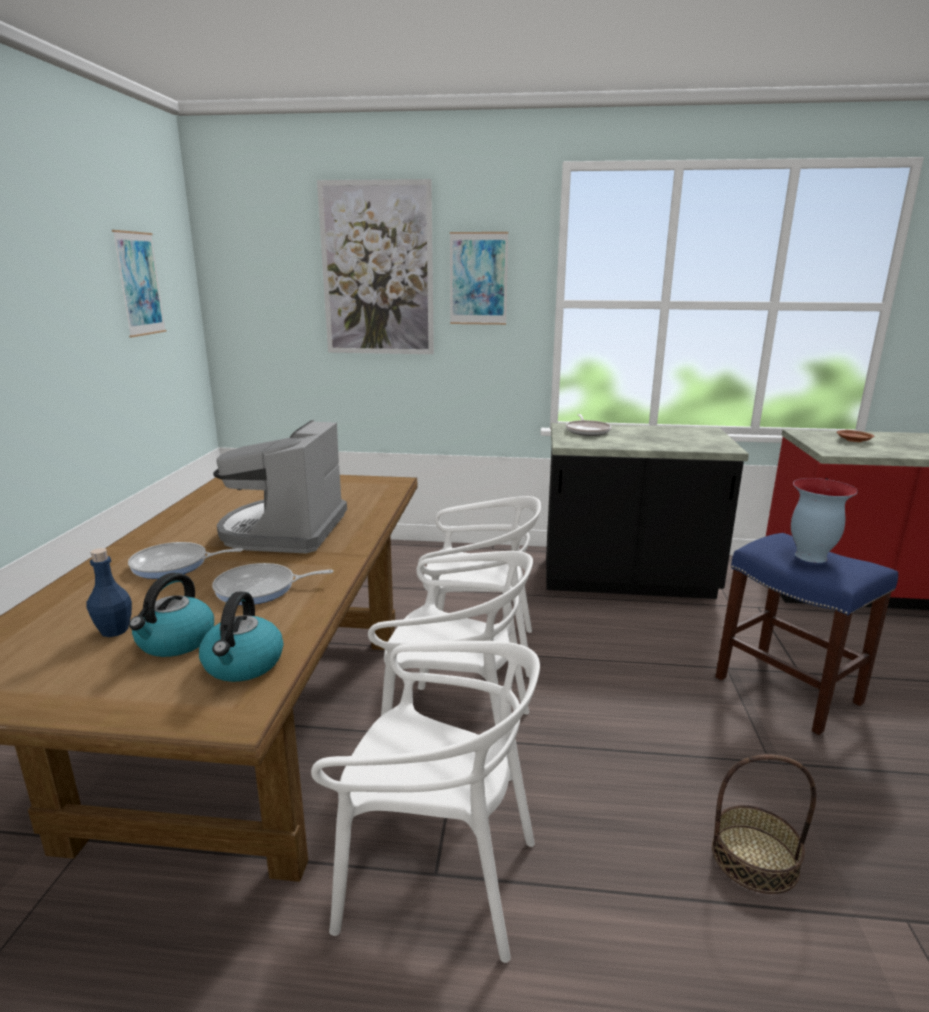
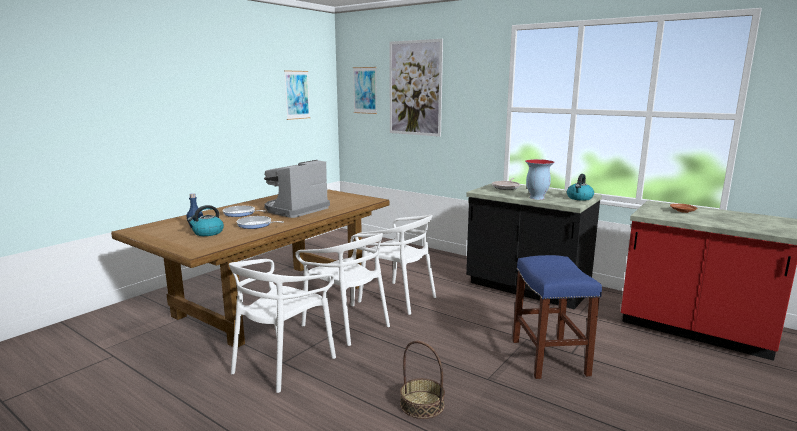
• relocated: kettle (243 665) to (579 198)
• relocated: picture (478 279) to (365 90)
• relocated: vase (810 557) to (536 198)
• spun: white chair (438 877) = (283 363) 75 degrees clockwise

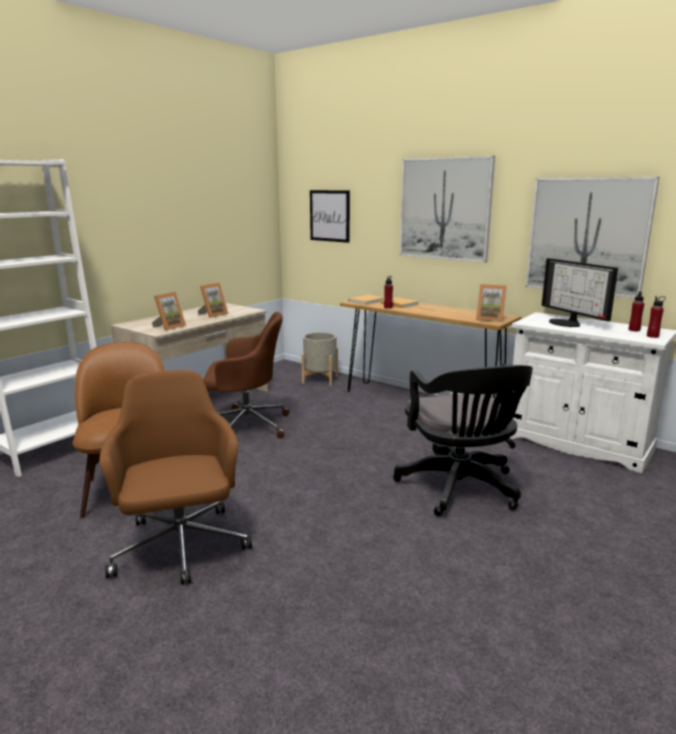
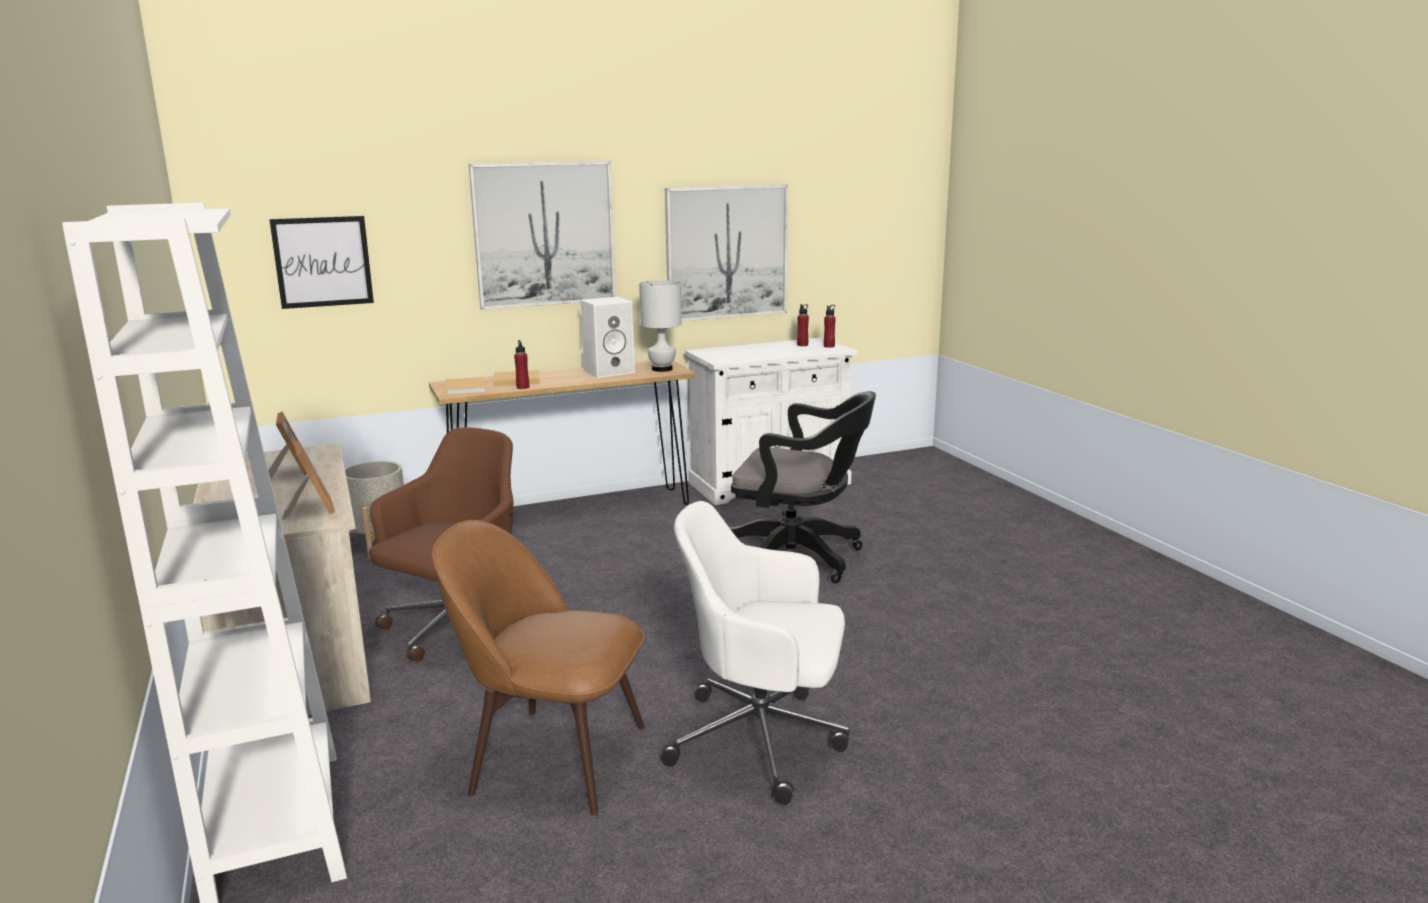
• missing: monitor (567 323)
• appeared: white speaker (609 371)
• exchanged: picture frame (490 319) to white table lamp (662 369)
• colour: brown office chair (181 548) to white office chair (762 740)

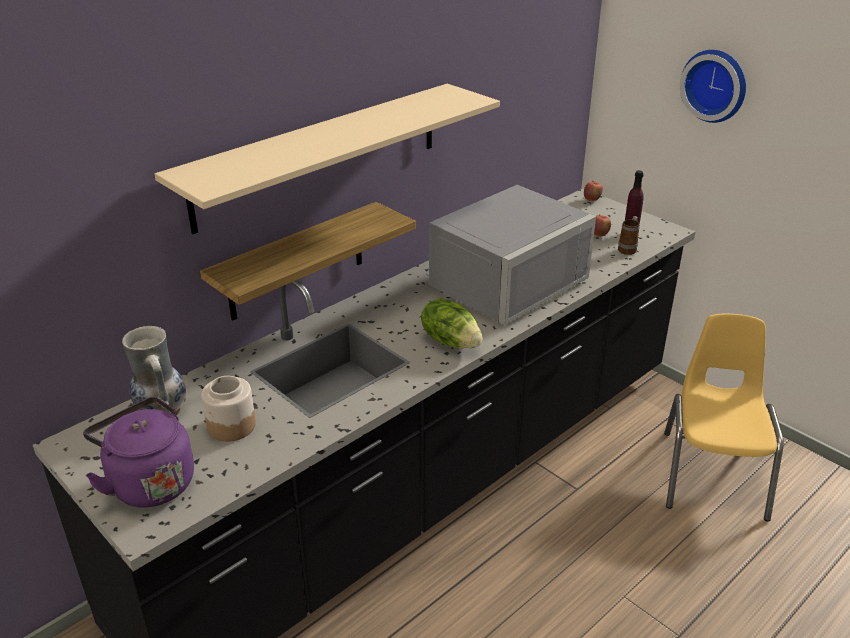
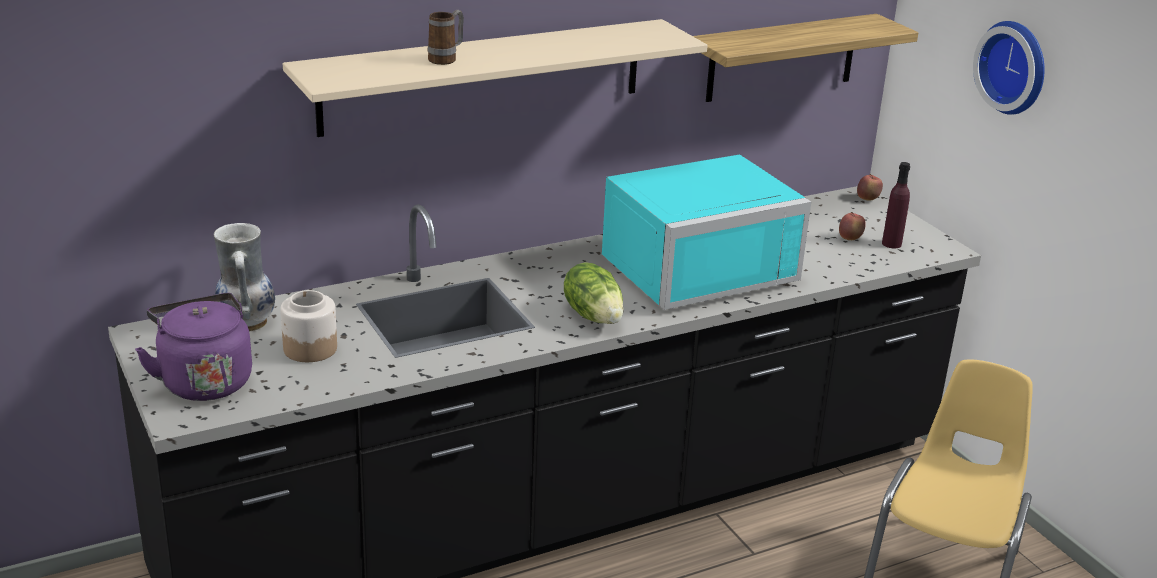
• relocated: shelf (296 262) to (782 57)
• relocated: mug (628 249) to (446 59)
• colour: grey microwave (501 280) to turquoise microwave (693 266)

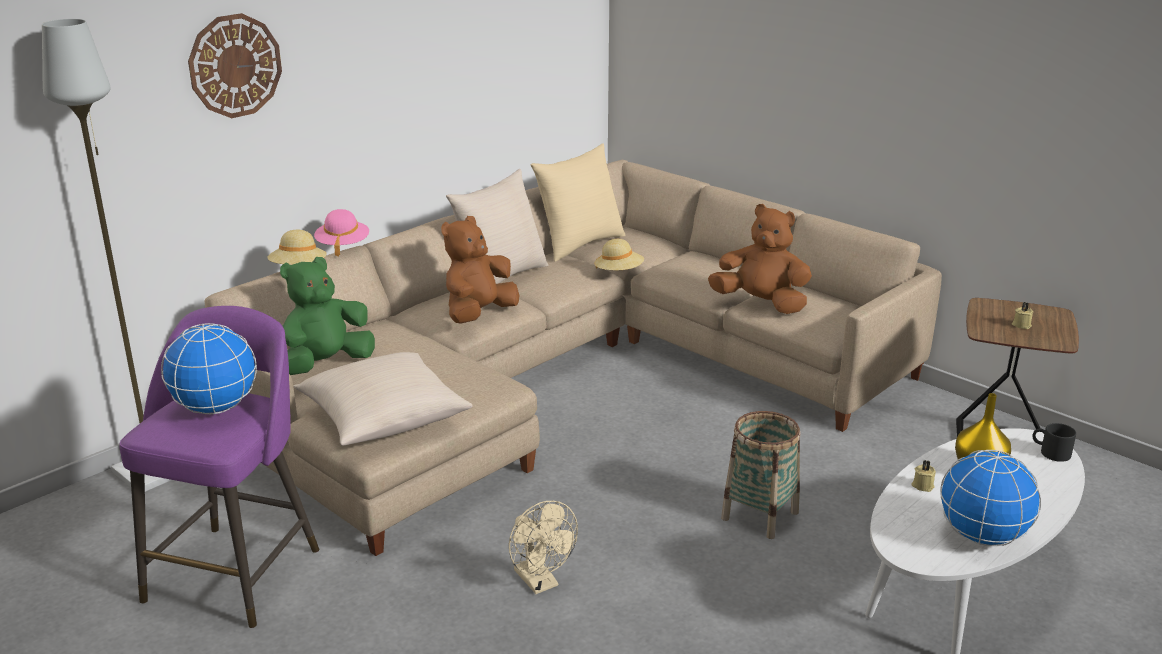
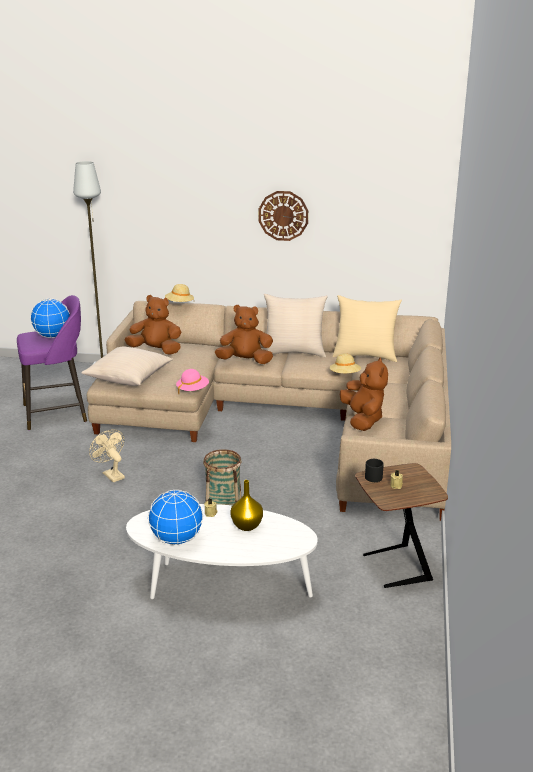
• relocated: wall clock (235 66) to (283 215)
• relocated: pink hat (342 246) to (192 390)
• relocated: black mug (1050 452) to (372 476)
• colour: green plush toy (326 364) to brown plush toy (156 350)
• spun: beige fan (540 583) = (111 474) 120 degrees clockwise

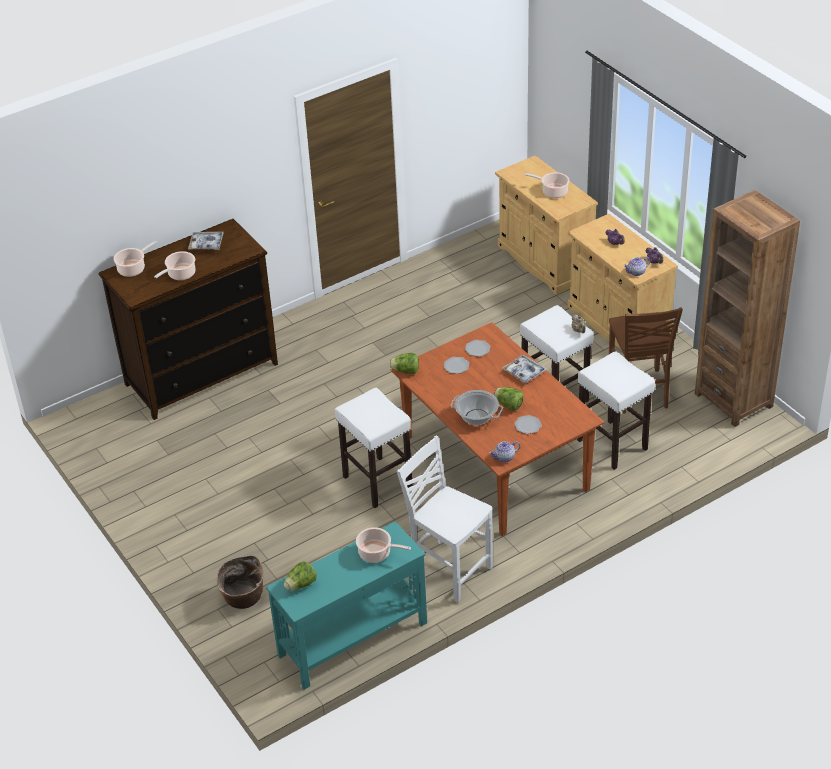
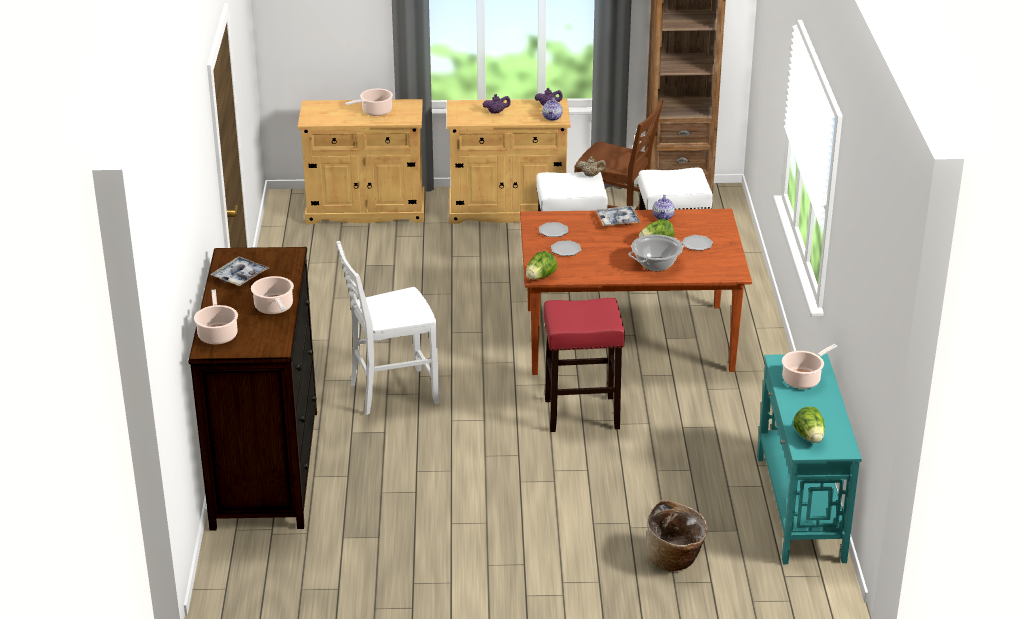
• relocated: white chair (448 569) to (391 393)
• relocated: teapot (504 458) to (663 217)
• colour: white stool (376 481) to red stool (580 414)

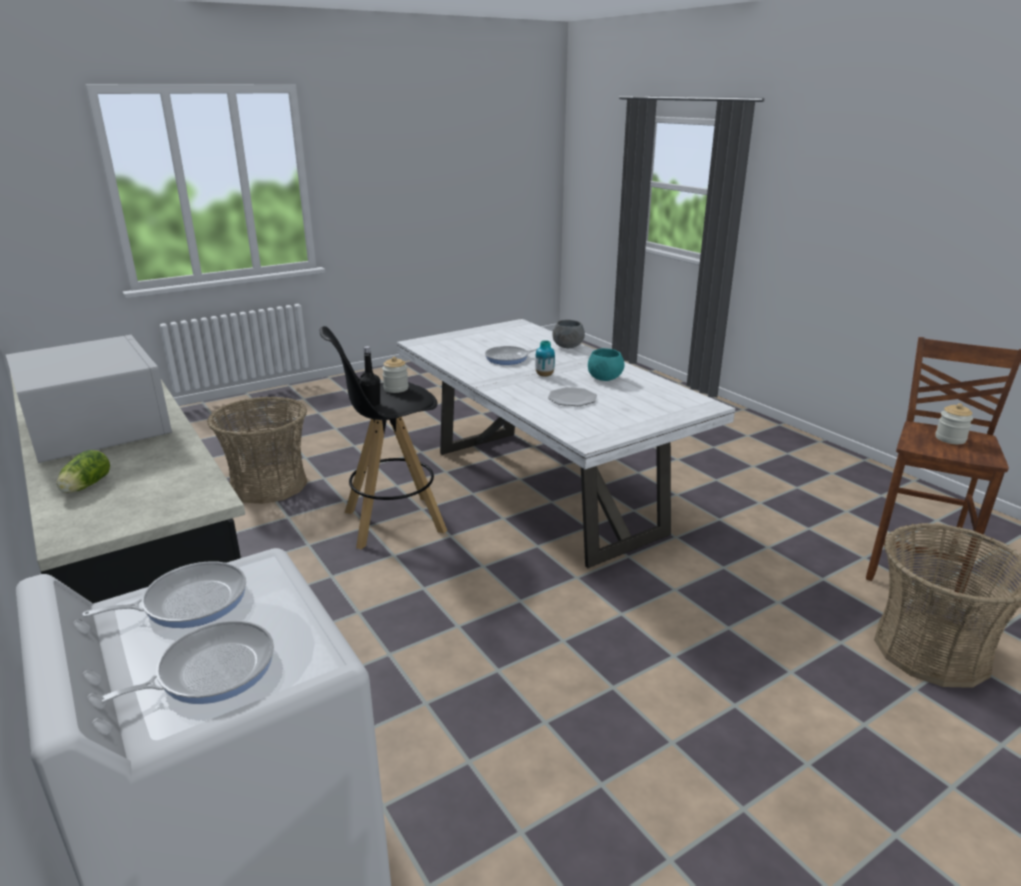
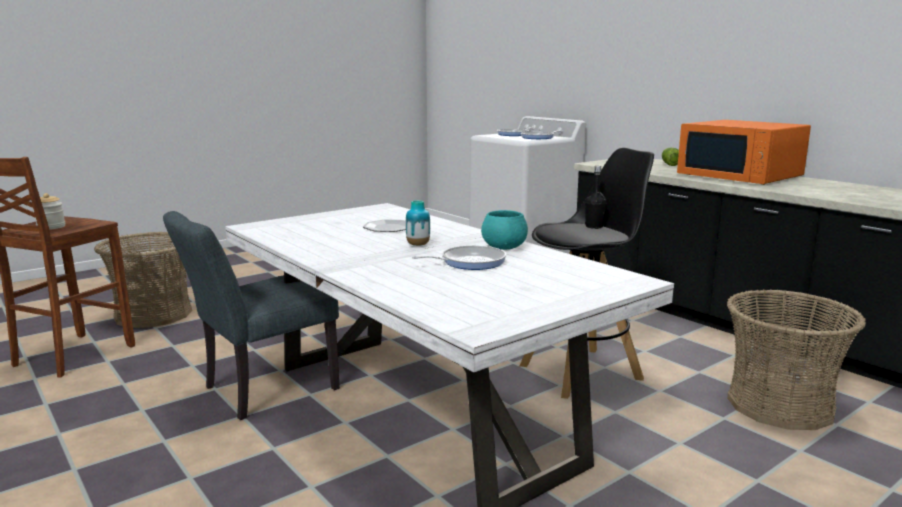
• missing: jar (396 388)
• missing: grey bowl (567 346)
• appeared: grey chair (261 390)
• relocated: turquoise bowl (604 378) to (504 248)
• colour: white microwave (97 427) to orange microwave (740 176)

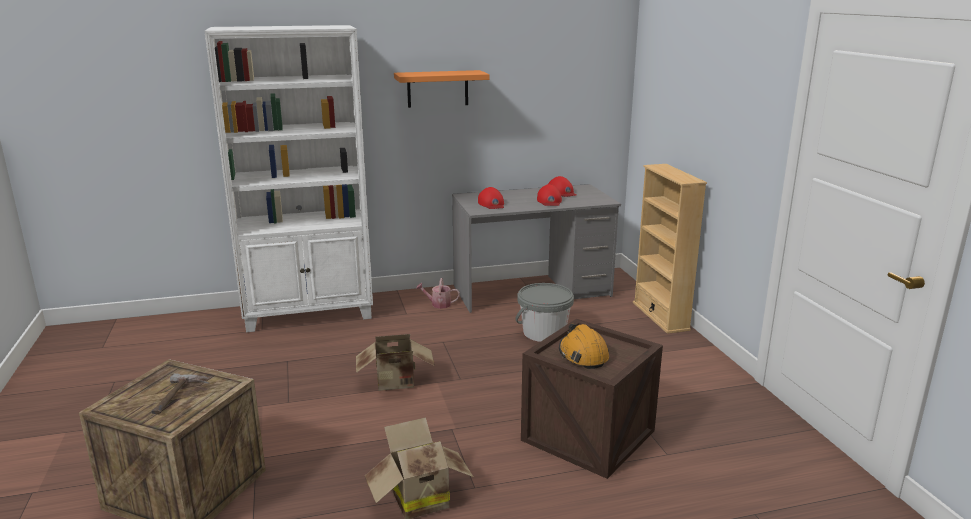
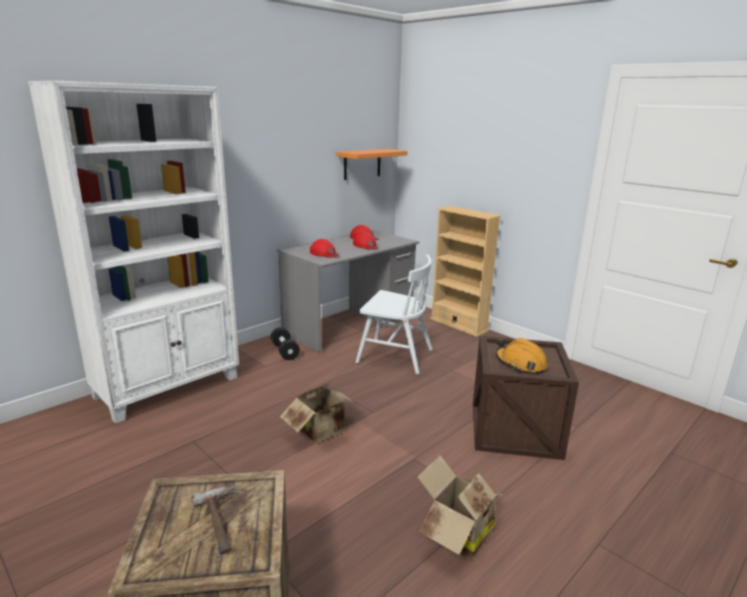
• relocated: orange shelf (437 88) to (362 164)
• exchanged: watering can (438 304) to black dumbbell (285 351)
• exchanged: grey bucket (544 332) to white chair (394 356)

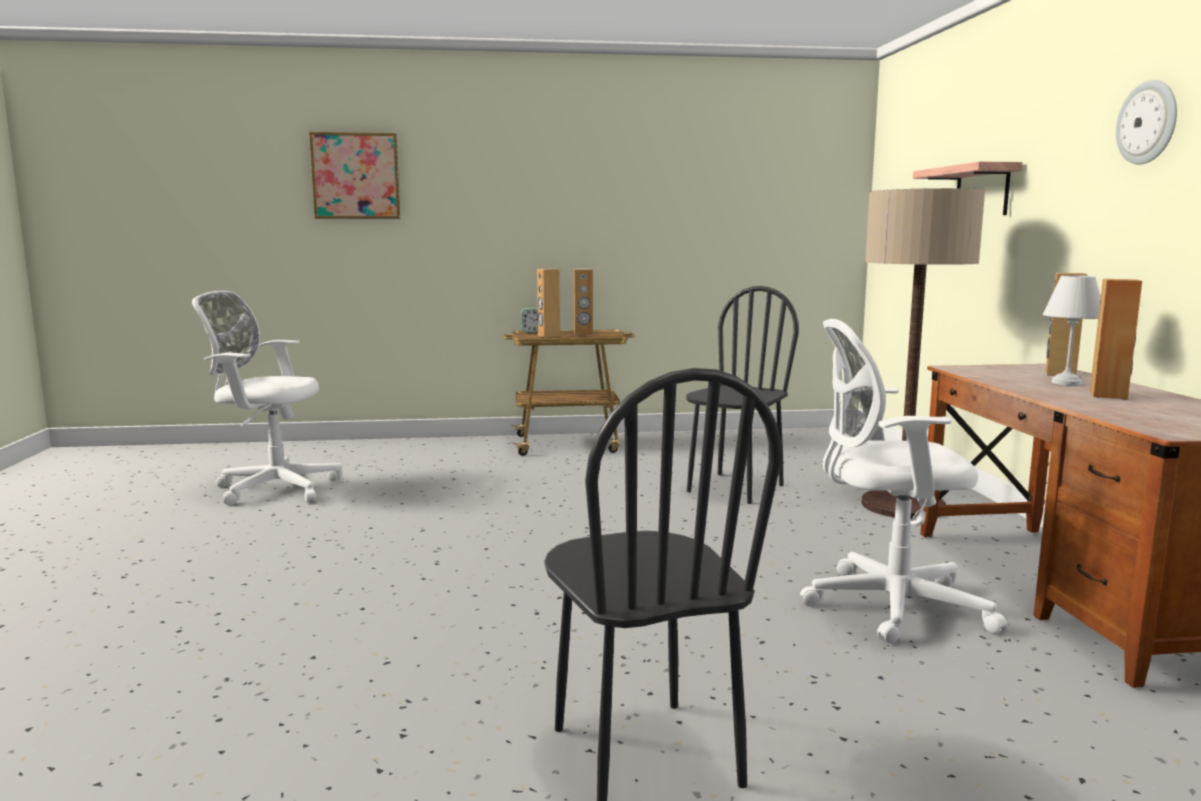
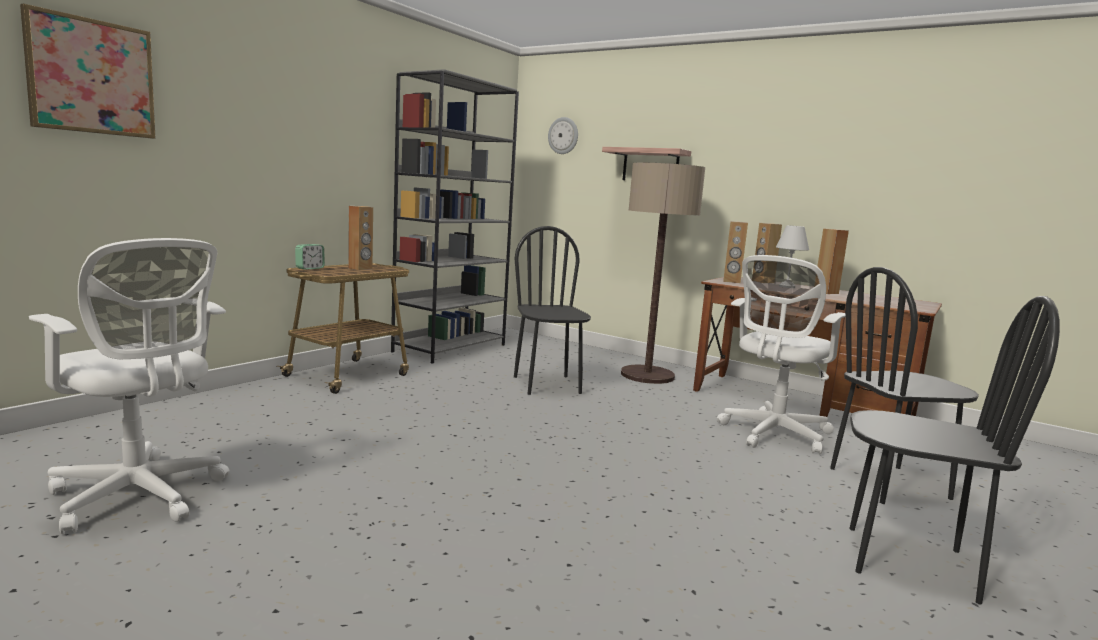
• appeared: grey bookcase (450 348)
• appeared: black chair (889 483)
• relocated: brown speaker (548 336) to (731 281)
• relocated: wall clock (1148 122) to (563 135)
• spun: white office chair (273 488) = (140 496) 105 degrees counterclockwise

